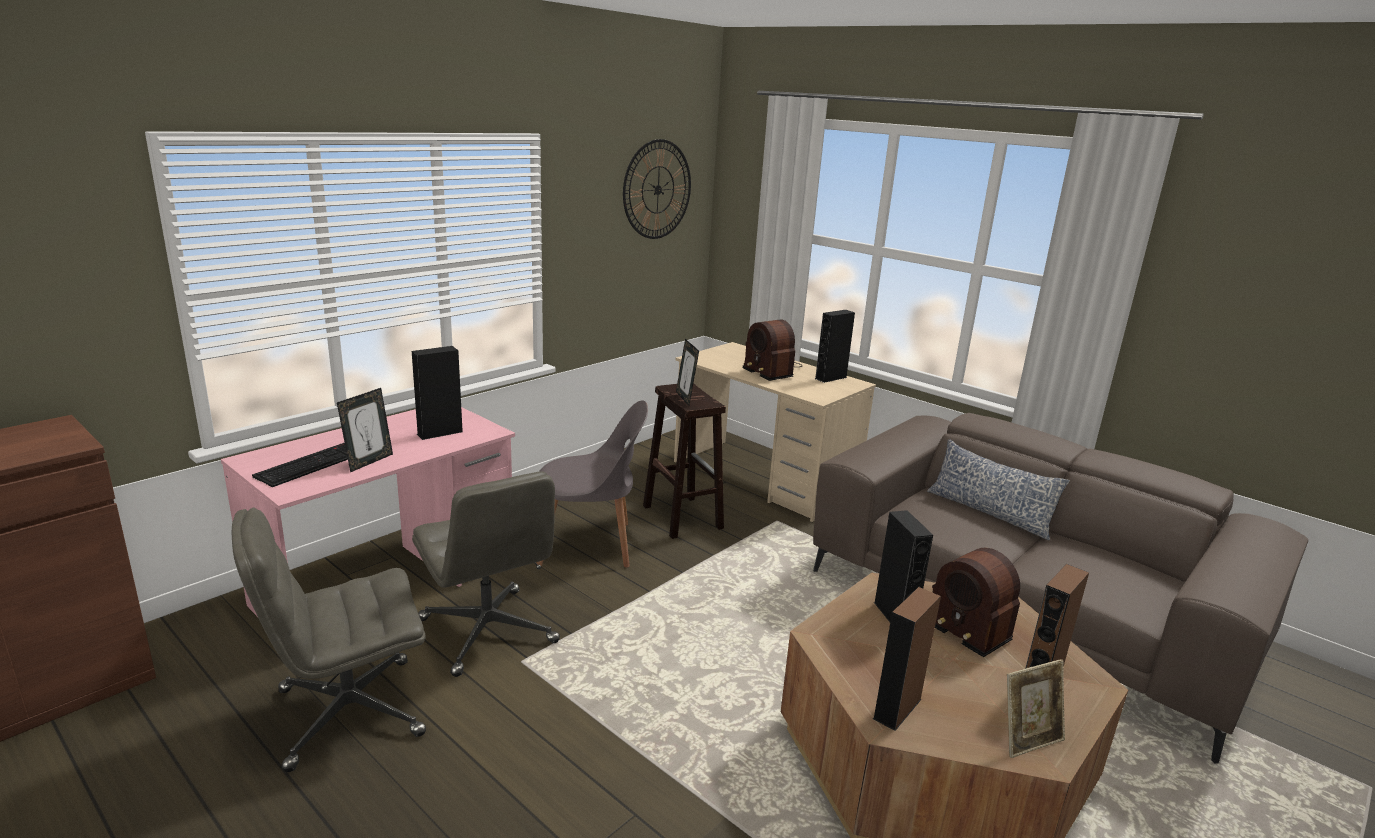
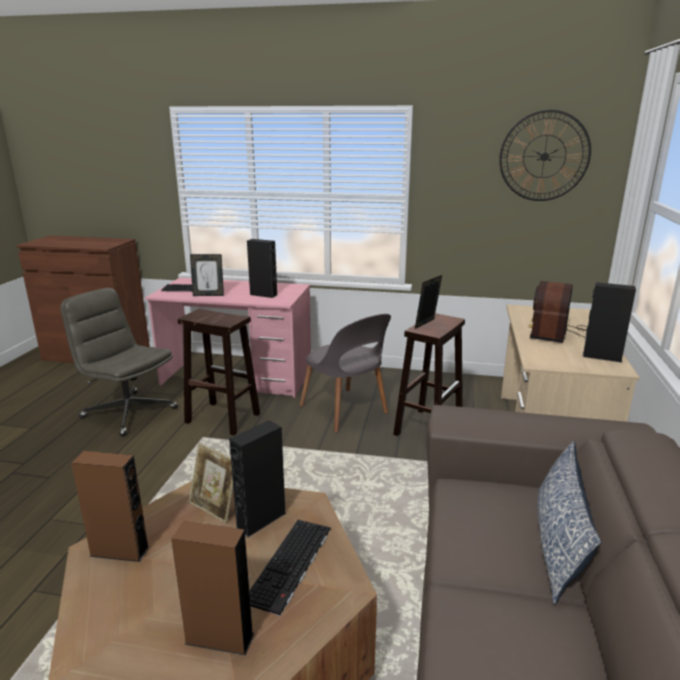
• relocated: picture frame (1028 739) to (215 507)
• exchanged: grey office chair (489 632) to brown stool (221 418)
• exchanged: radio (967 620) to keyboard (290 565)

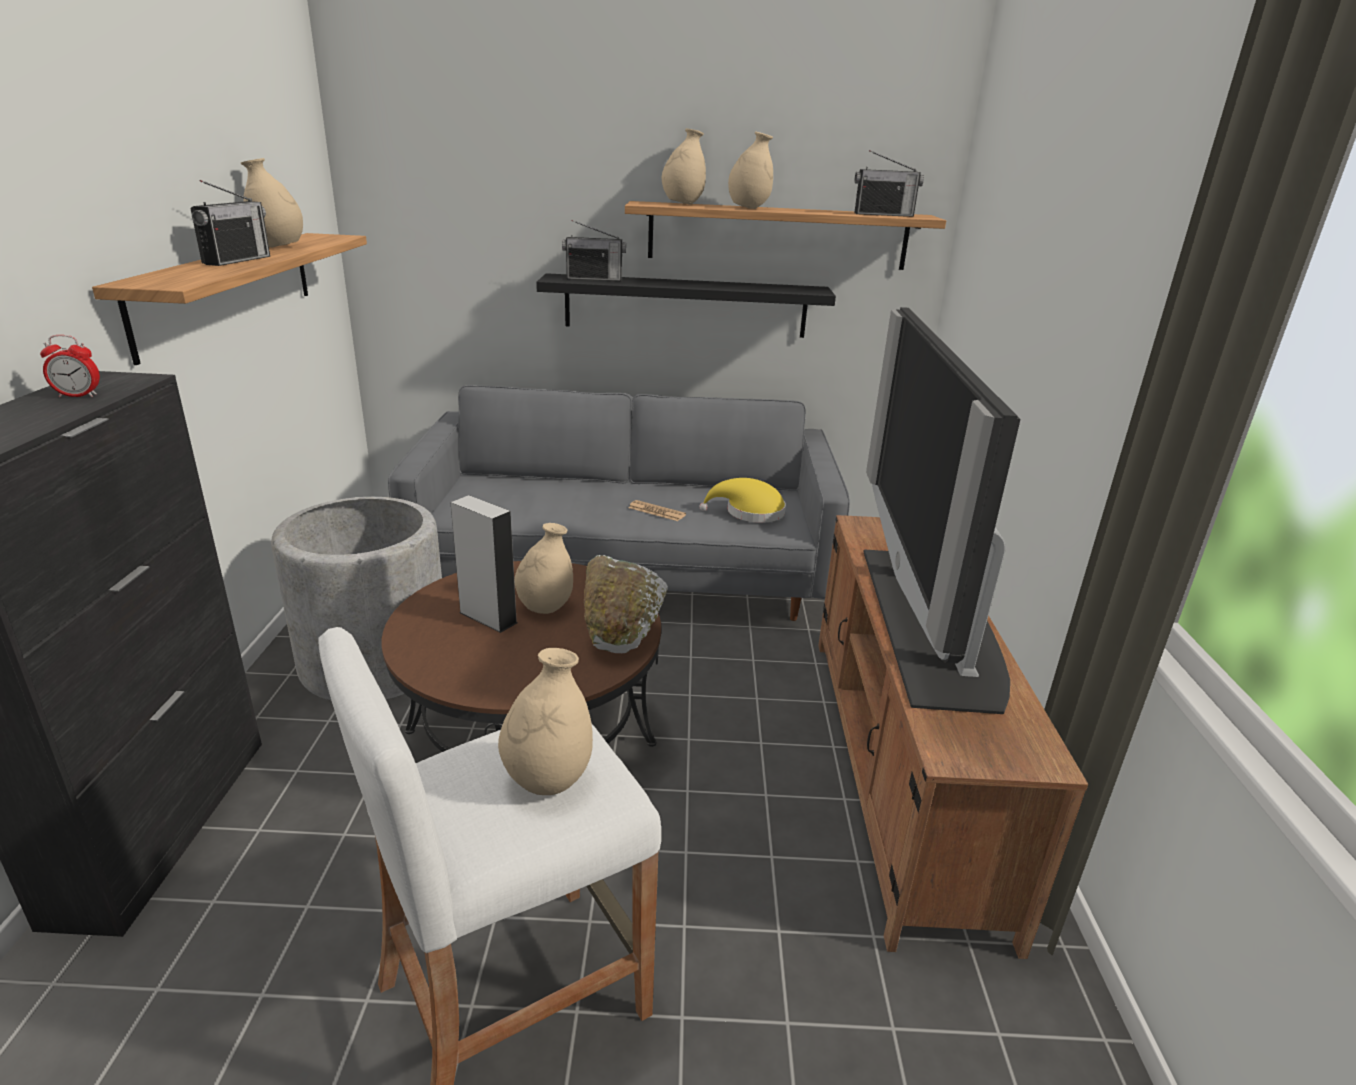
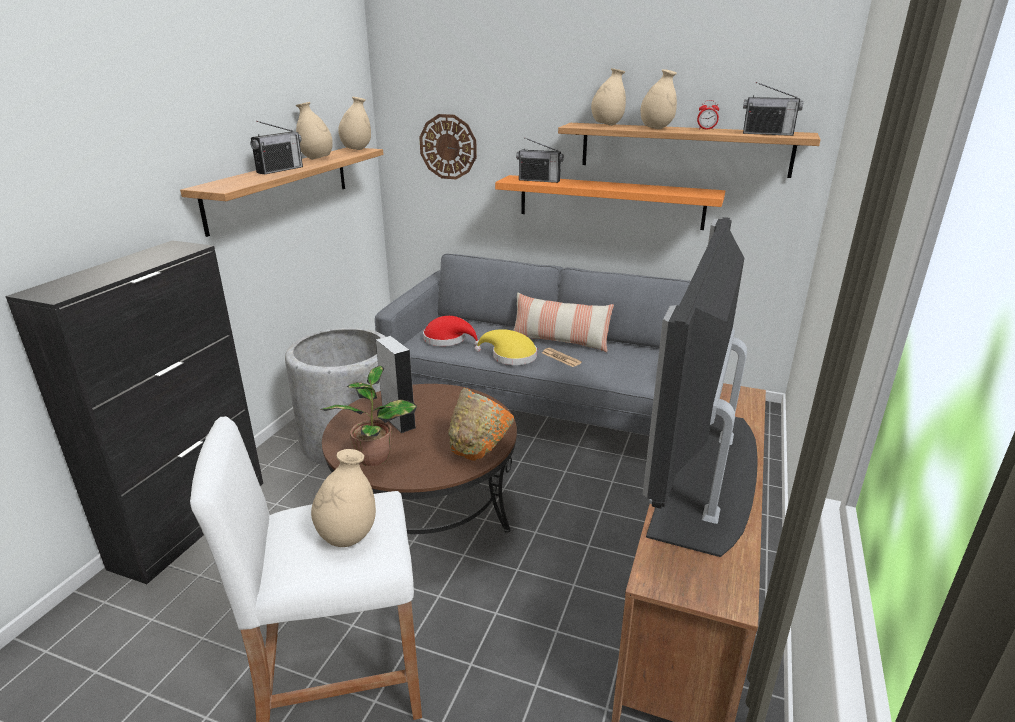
• appeared: potted plant (374 456)
• appeared: wall clock (448 147)
• appeared: red hat (448 339)
• appeared: pillow (560 341)
• relocated: alarm clock (78 396) to (706 129)
• relocated: beige vase (545 607) to (356 149)
• relocated: yellow hat (749 512) to (510 356)
• colour: black shelf (685 306) to orange shelf (610 202)
• colour: white bowl (620 638) to orange bowl (478 449)

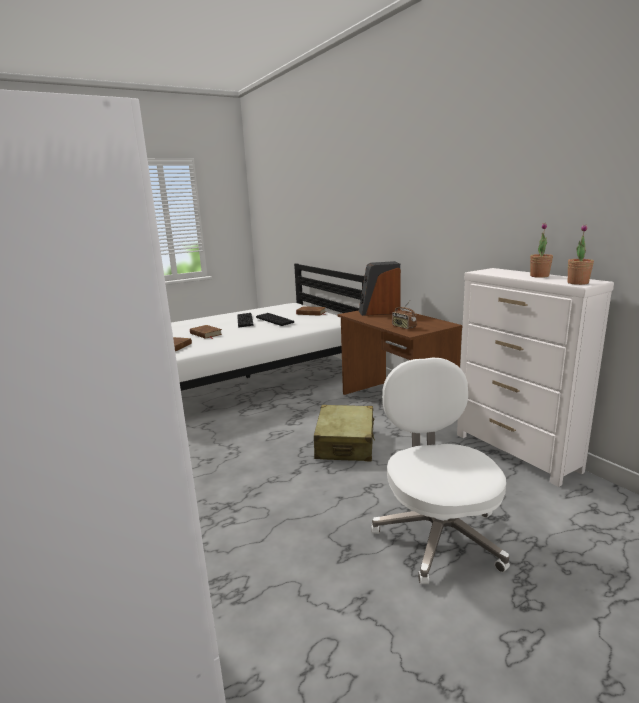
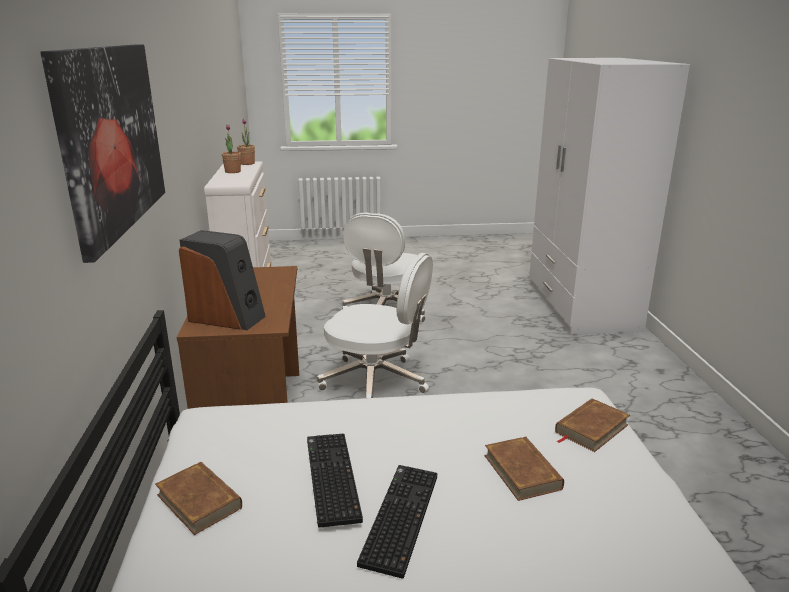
• missing: radio (403 327)
• appeared: picture (112 139)
• exchanged: beige suitcase (345 443) to white office chair (376 382)

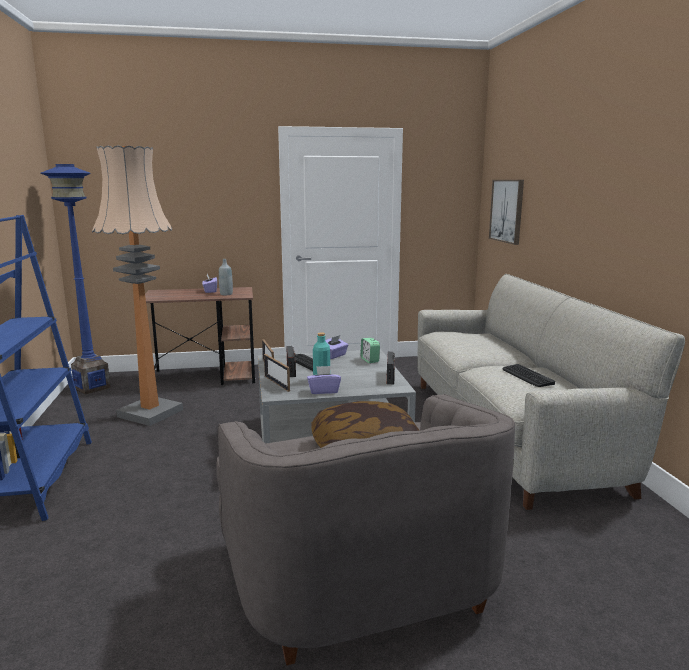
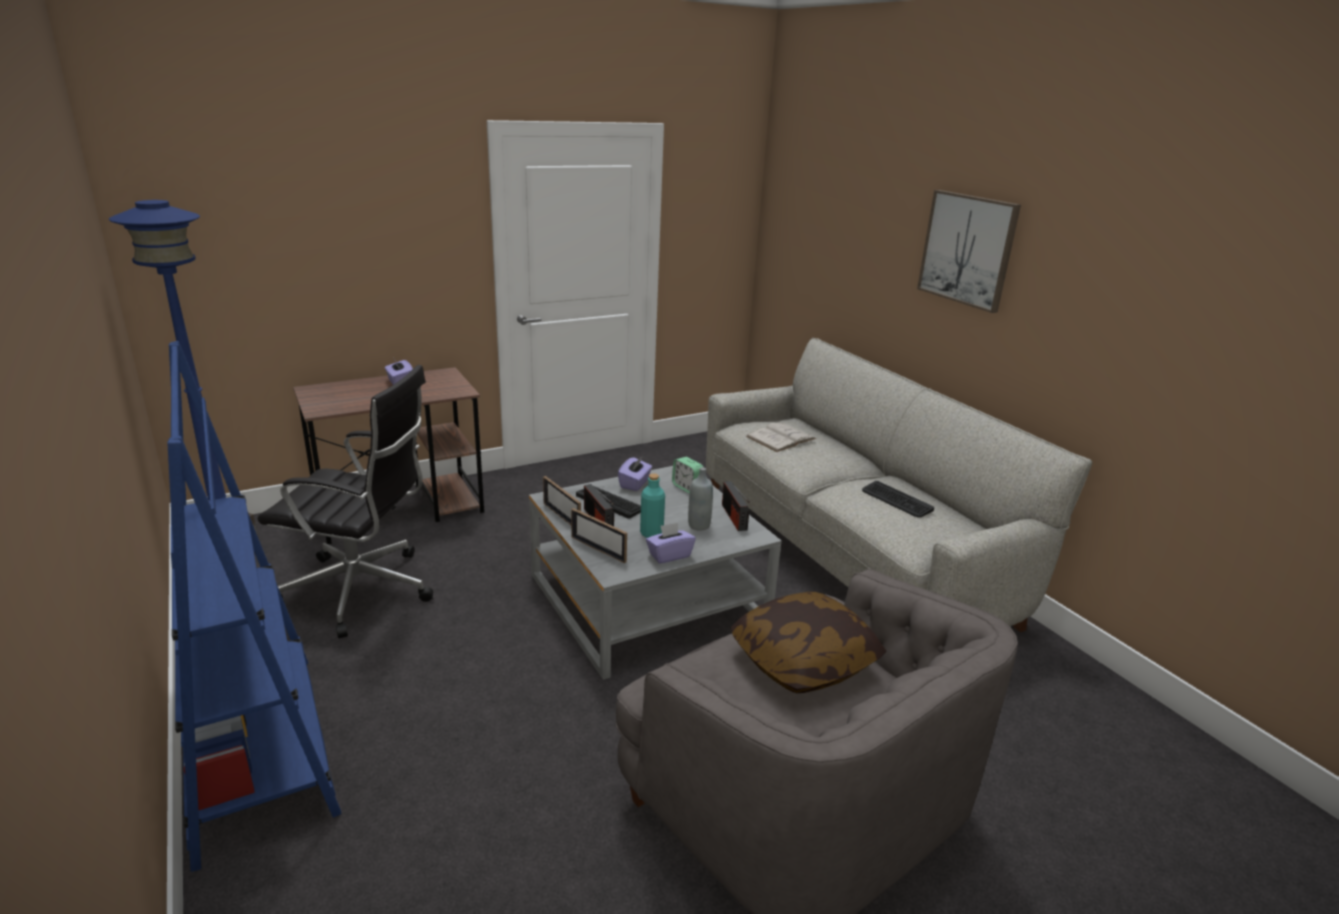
• appeared: white book (781 438)
• relocated: grey bottle (226 294) to (699 525)
• relocated: picture (507 211) to (967 249)
• exchanged: floor lamp (150 413) to black office chair (362 591)

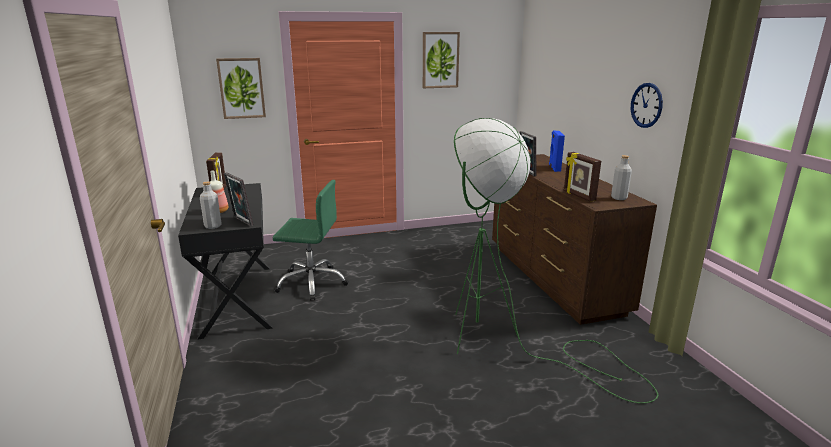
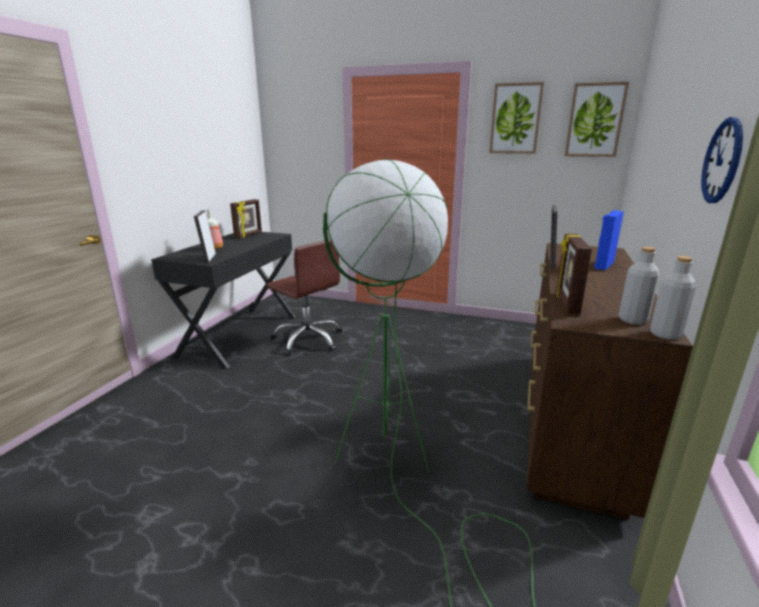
• relocated: grey bottle (213 226) to (665 334)
• relocated: picture (241 88) to (595 120)
• colour: green office chair (312 282) to brown office chair (308 339)

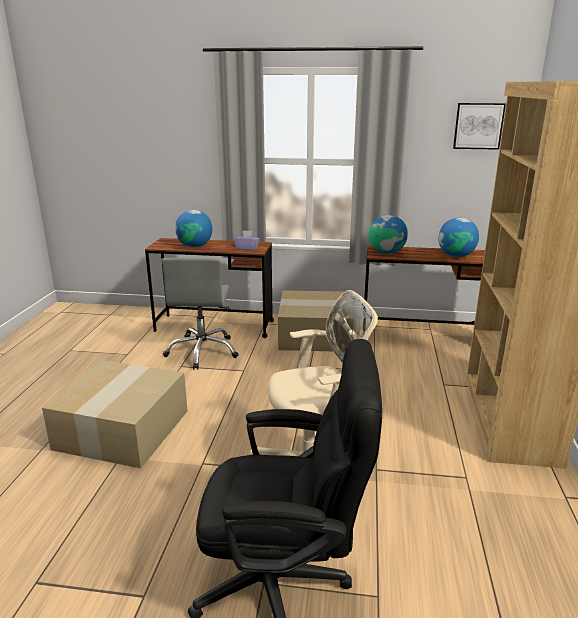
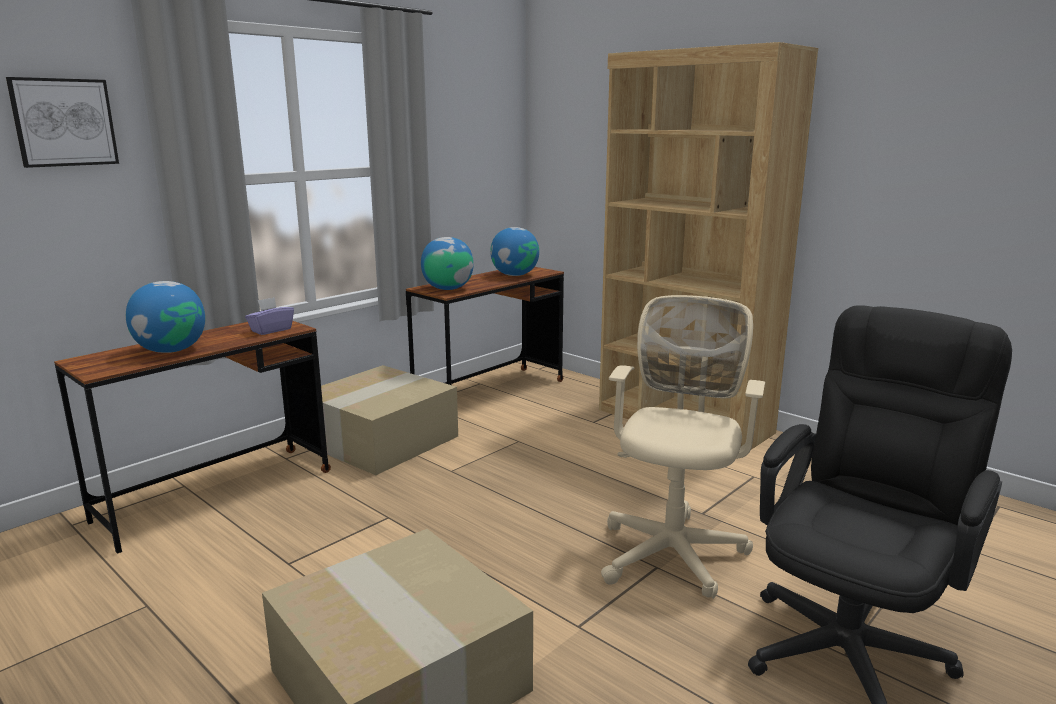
• missing: grey office chair (203 351)
• relocated: picture (478 126) to (64 122)

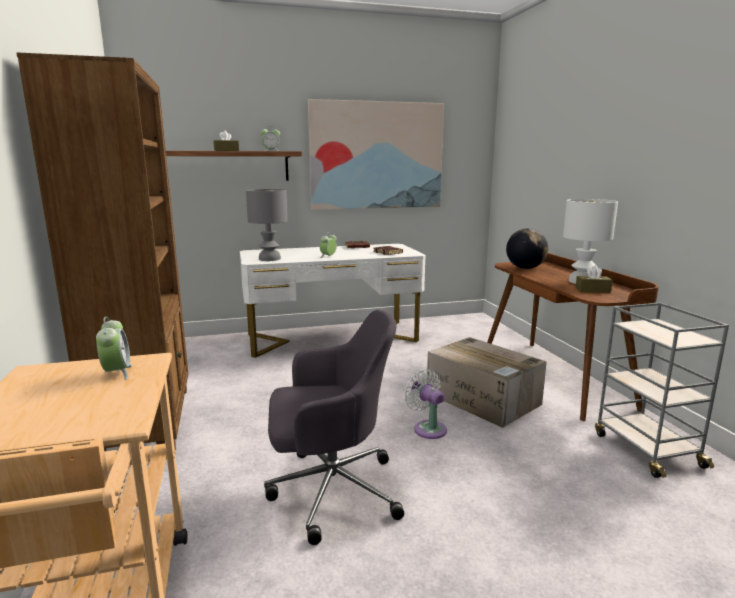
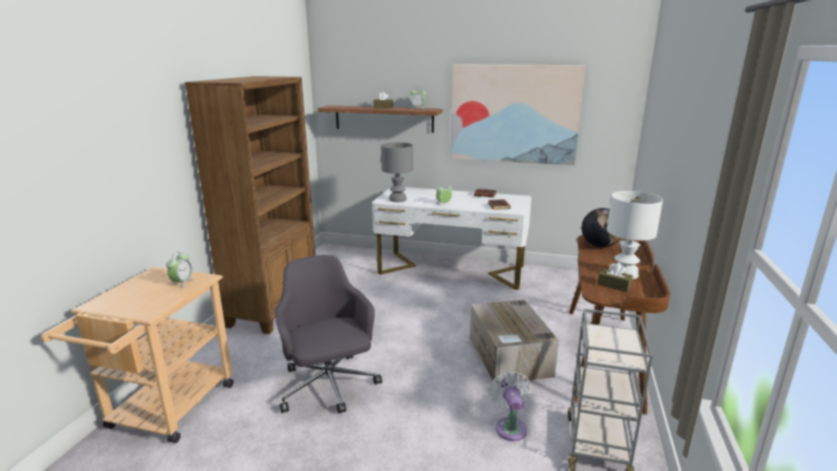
• relocated: white fan (427 428) to (510 426)
• spun: grey office chair (331 490) = (329 386) 135 degrees counterclockwise

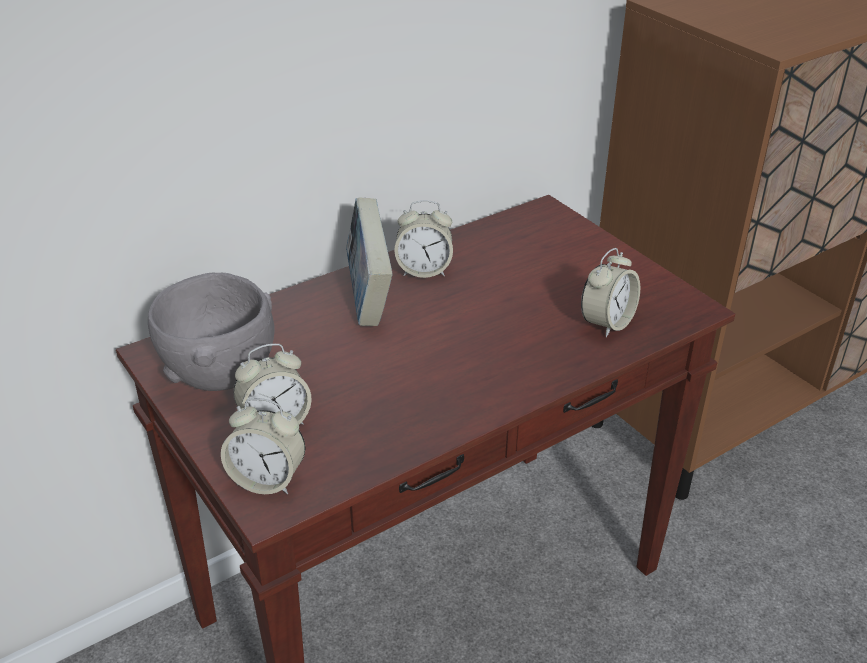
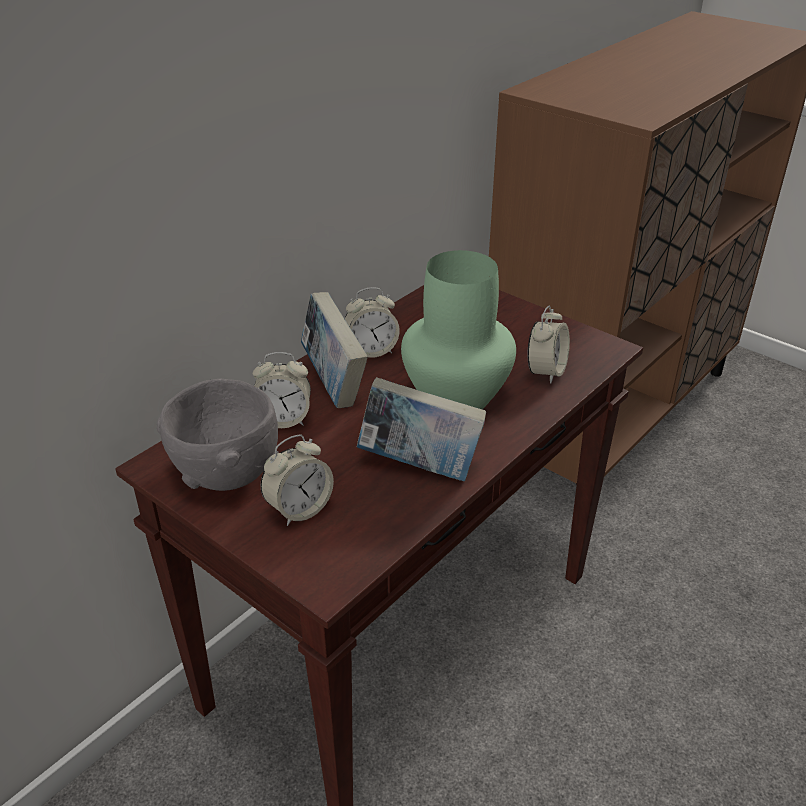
• appeared: book (420 466)
• appeared: green vase (455 396)
• relocated: alarm clock (267 480) to (283 419)

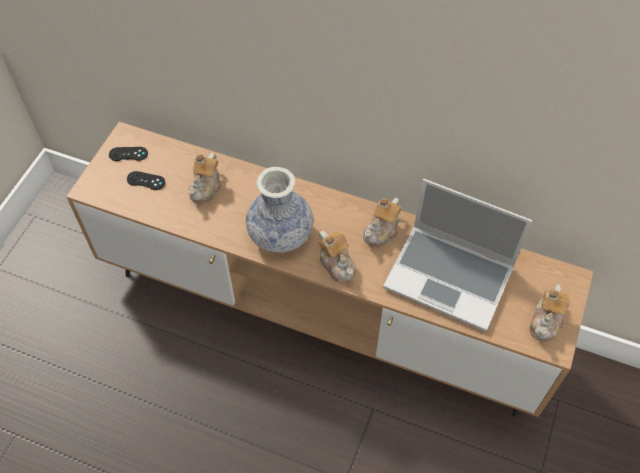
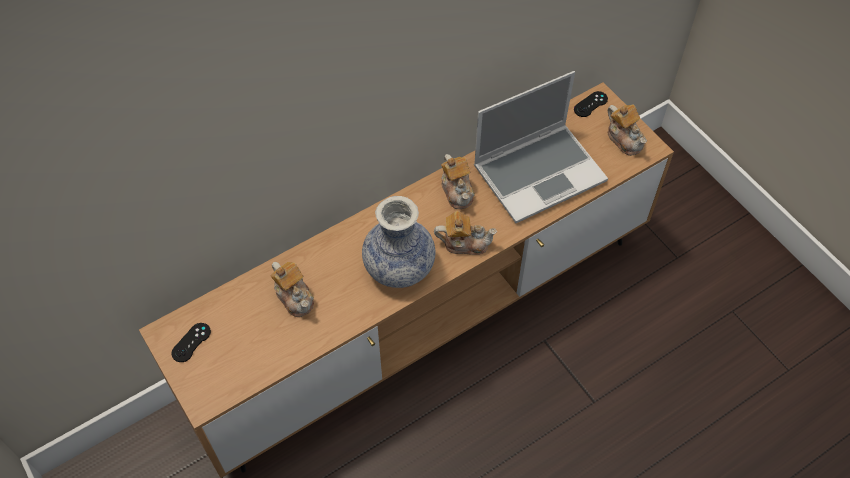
• relocated: black game controller (146 181) to (590 104)

